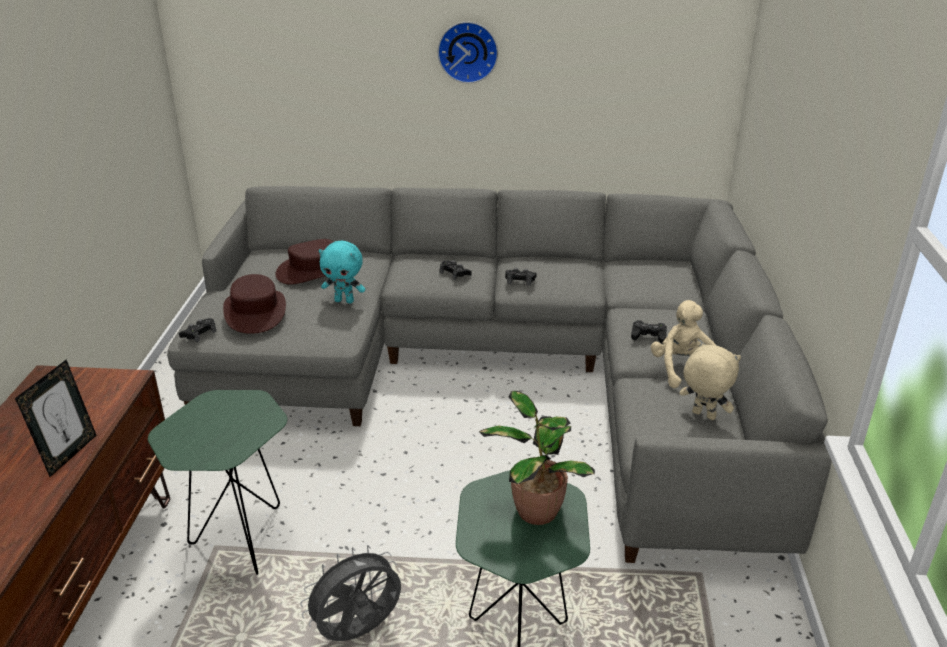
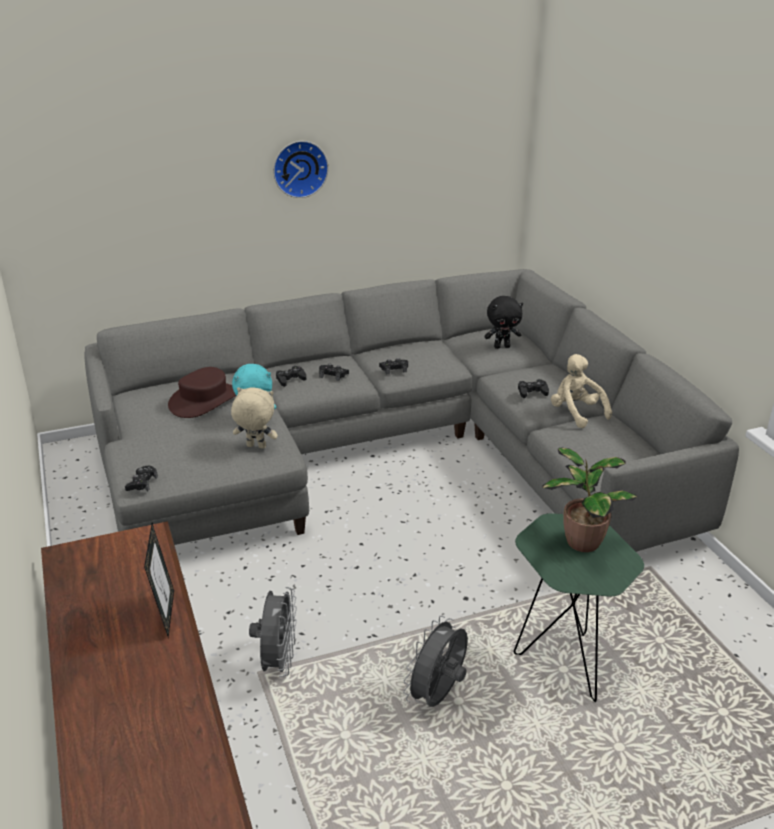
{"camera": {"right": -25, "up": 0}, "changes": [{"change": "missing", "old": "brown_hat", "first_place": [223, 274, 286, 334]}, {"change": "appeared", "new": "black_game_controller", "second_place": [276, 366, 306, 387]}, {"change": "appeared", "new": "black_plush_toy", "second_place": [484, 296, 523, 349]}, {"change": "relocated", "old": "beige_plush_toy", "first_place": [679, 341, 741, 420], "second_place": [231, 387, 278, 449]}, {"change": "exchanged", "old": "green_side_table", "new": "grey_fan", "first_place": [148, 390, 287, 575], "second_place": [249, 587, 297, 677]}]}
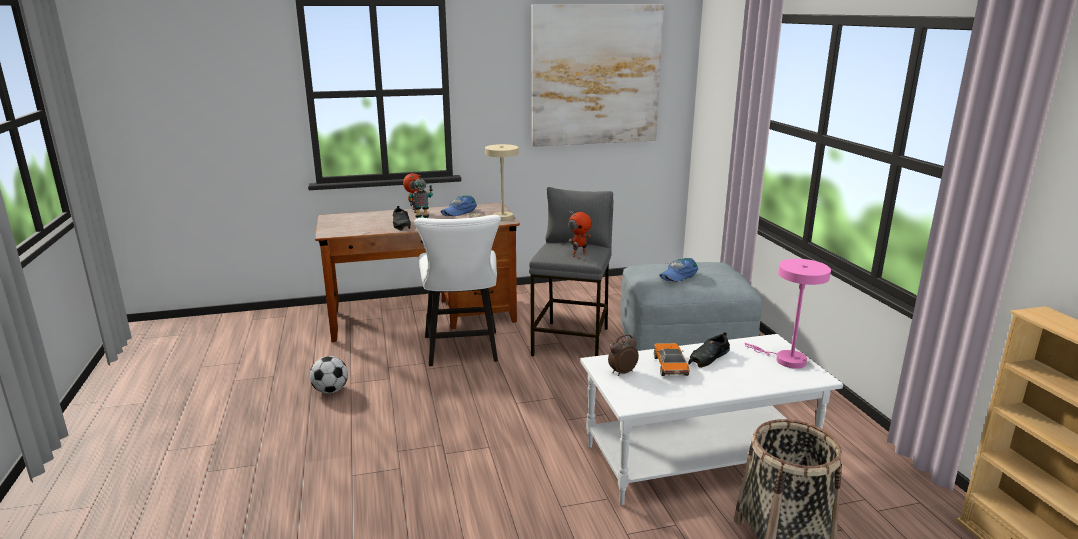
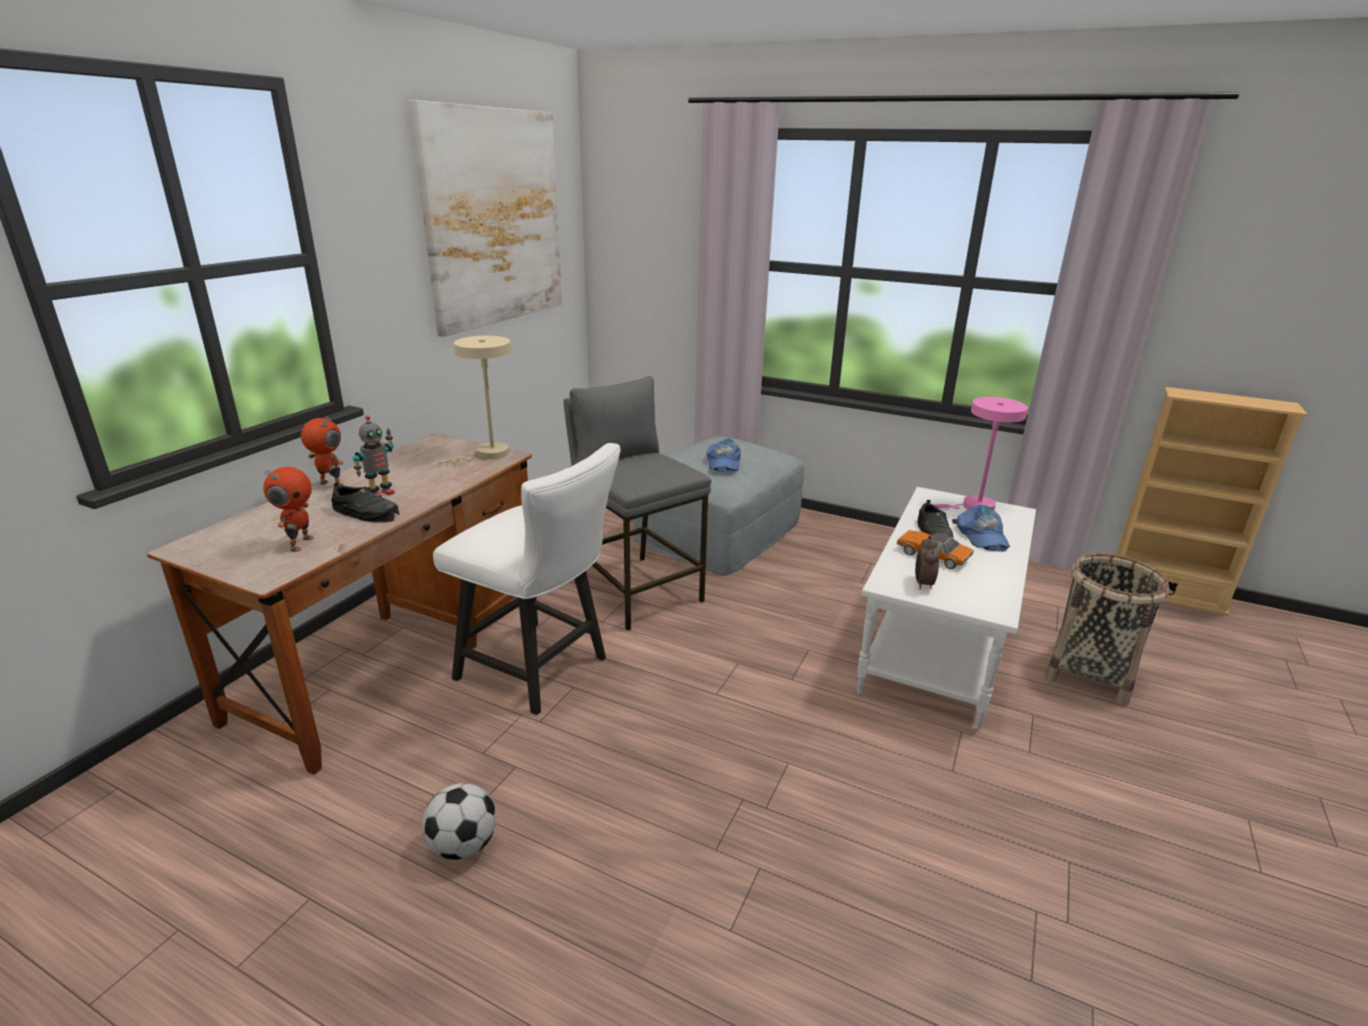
{"camera": {"right": -50, "up": 5}, "changes": [{"change": "relocated", "old": "blue_cap", "first_place": [441, 196, 477, 216], "second_place": [952, 505, 1010, 552]}, {"change": "relocated", "old": "toy_robot", "first_place": [568, 211, 592, 257], "second_place": [263, 467, 314, 552]}]}
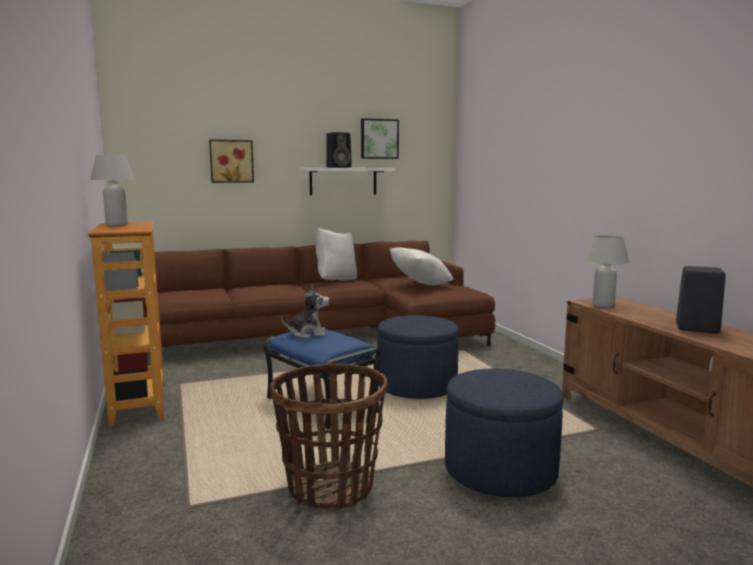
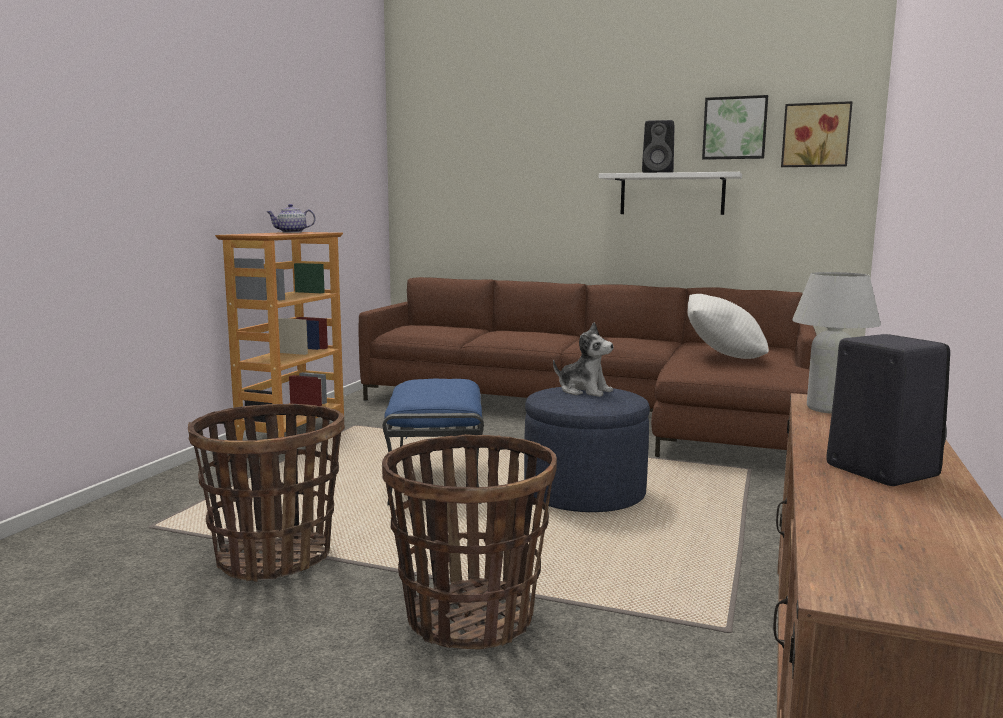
{"camera": {"right": 40, "up": 0}, "changes": [{"change": "missing", "old": "white_pillow", "first_place": [316, 228, 357, 281]}, {"change": "relocated", "old": "picture", "first_place": [209, 140, 254, 183], "second_place": [781, 101, 853, 167]}, {"change": "relocated", "old": "plush_toy", "first_place": [281, 285, 330, 338], "second_place": [553, 322, 614, 397]}, {"change": "exchanged", "old": "white_table_lamp", "new": "teapot", "first_place": [90, 155, 135, 226], "second_place": [267, 204, 316, 233]}, {"change": "exchanged", "old": "blue_ottoman", "new": "basket", "first_place": [445, 369, 564, 497], "second_place": [382, 434, 557, 649]}]}
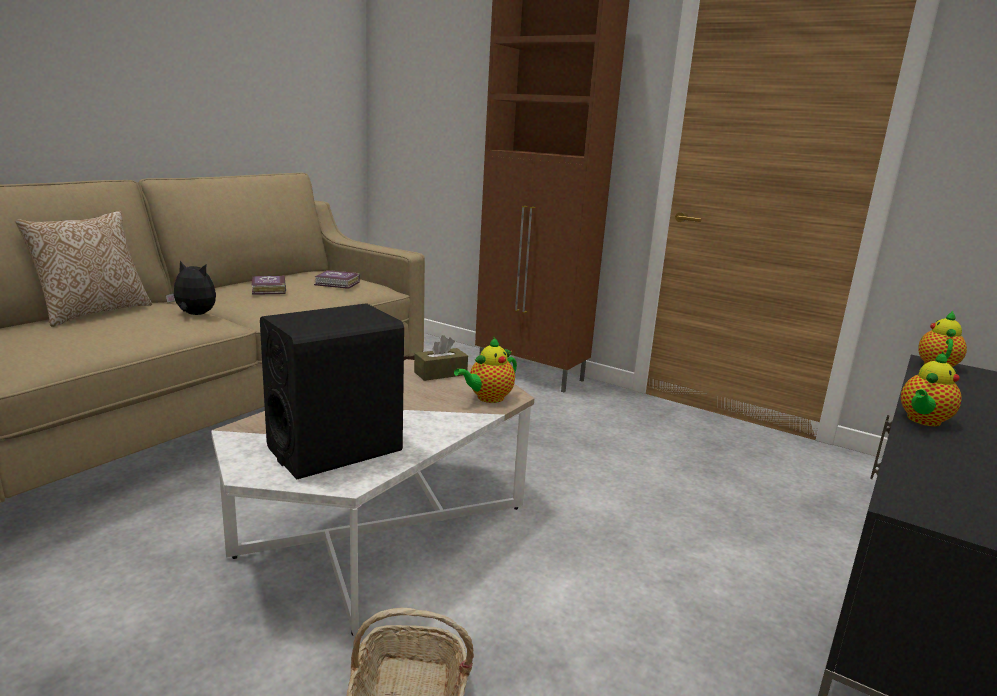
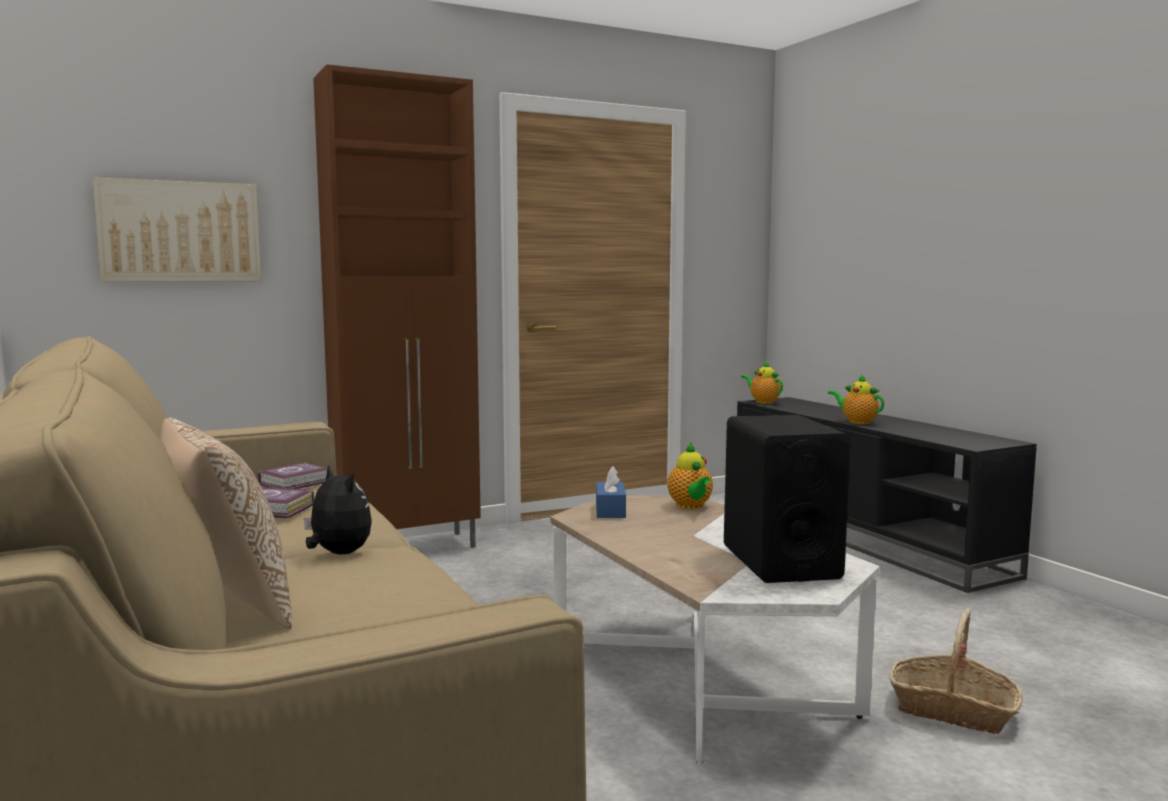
{"camera": {"right": -60, "up": -10}, "changes": [{"change": "appeared", "new": "picture", "second_place": [93, 177, 262, 282]}, {"change": "colour", "old": "brown_tissue_box", "new": "blue_tissue_box", "first_place": [414, 335, 468, 381], "second_place": [596, 467, 626, 518]}, {"change": "spun", "old": "plush_toy", "first_place": [166, 261, 216, 315], "second_place": [304, 465, 372, 554], "degrees": 90}, {"change": "spun", "old": "teapot", "first_place": [901, 352, 961, 427], "second_place": [828, 374, 884, 424], "degrees": 150}]}
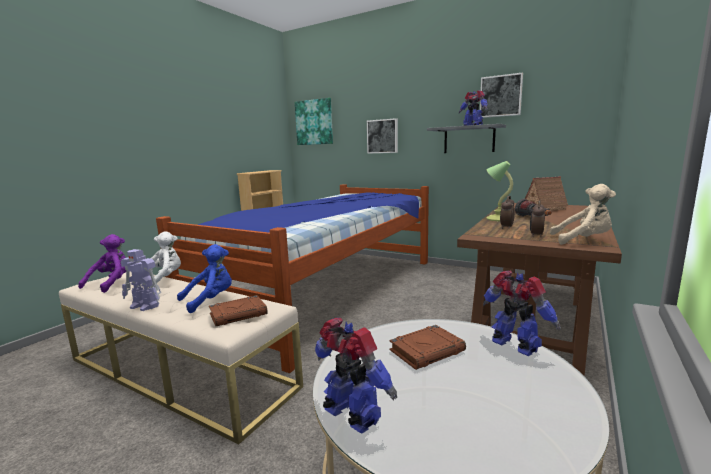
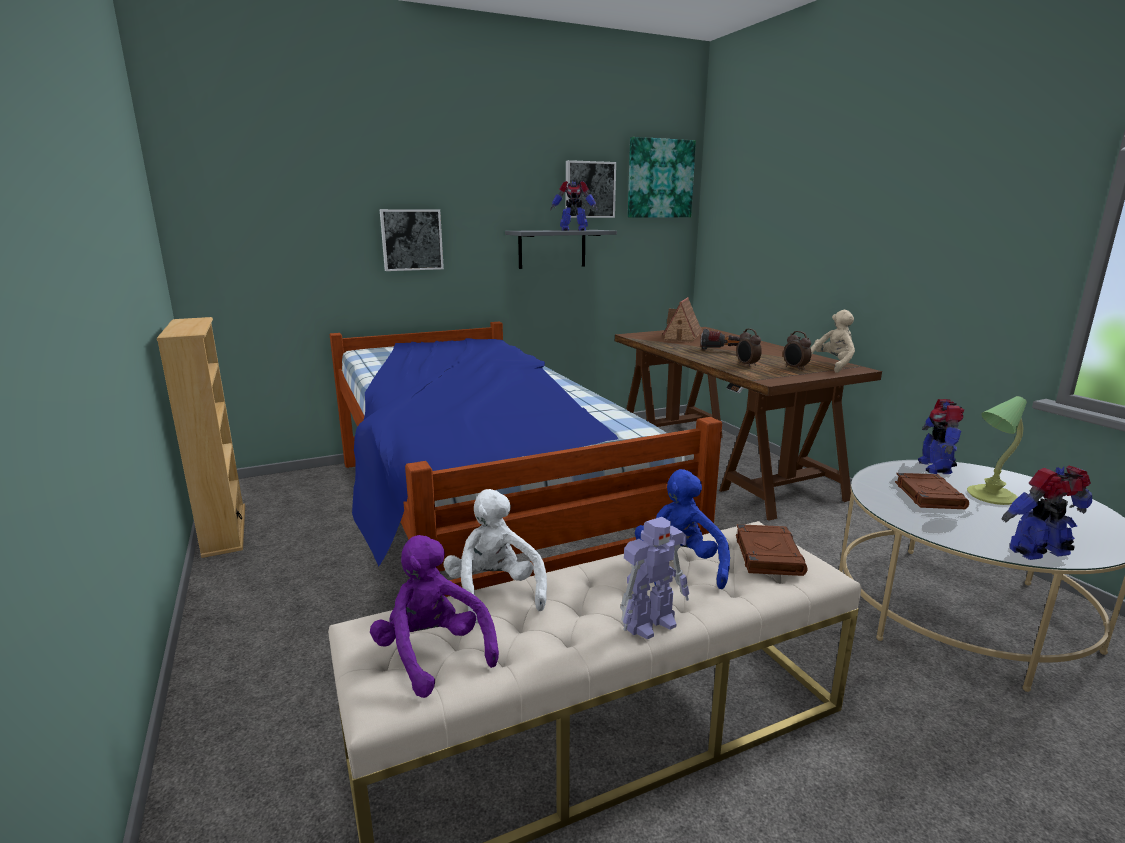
{"camera": {"right": -55, "up": 5}, "changes": [{"change": "relocated", "old": "picture", "first_place": [295, 98, 333, 145], "second_place": [628, 137, 696, 217]}, {"change": "relocated", "old": "table_lamp", "first_place": [486, 161, 513, 221], "second_place": [967, 396, 1027, 505]}, {"change": "spun", "old": "toy_robot", "first_place": [483, 271, 561, 356], "second_place": [918, 399, 964, 474], "degrees": -75}]}
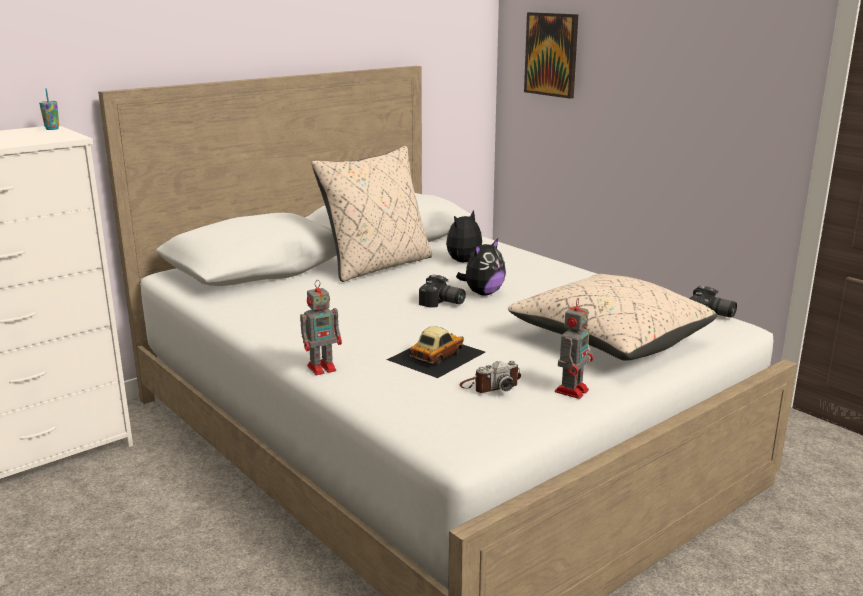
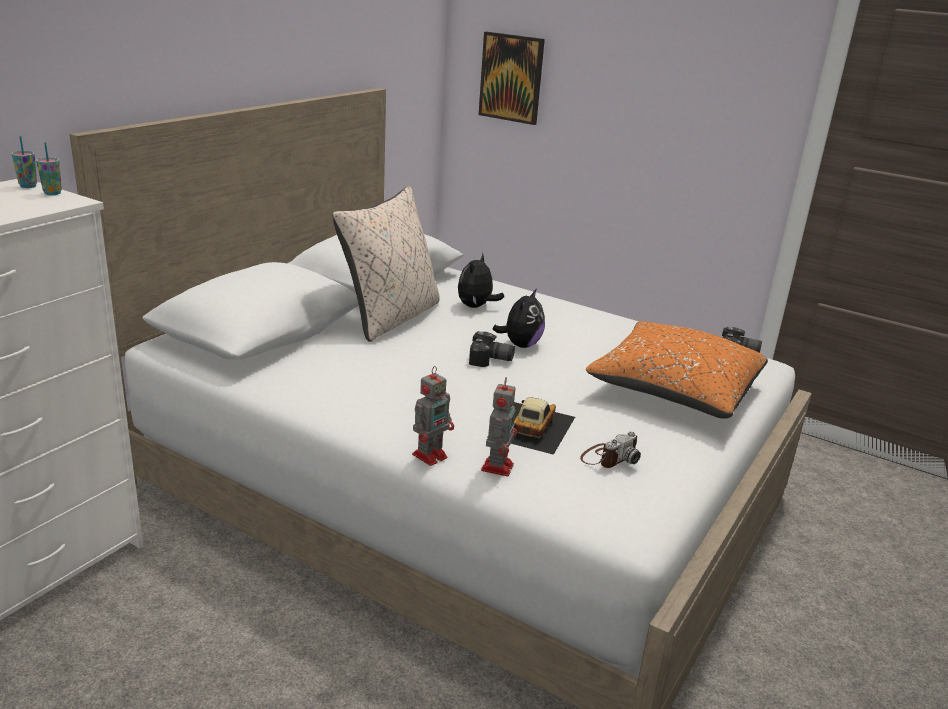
{"camera": {"right": -20, "up": 5}, "changes": [{"change": "appeared", "new": "cup", "second_place": [36, 142, 62, 195]}, {"change": "relocated", "old": "toy_robot", "first_place": [555, 298, 593, 399], "second_place": [481, 377, 517, 476]}, {"change": "colour", "old": "beige_pillow", "new": "orange_pillow", "first_place": [508, 274, 717, 360], "second_place": [586, 321, 768, 419]}]}
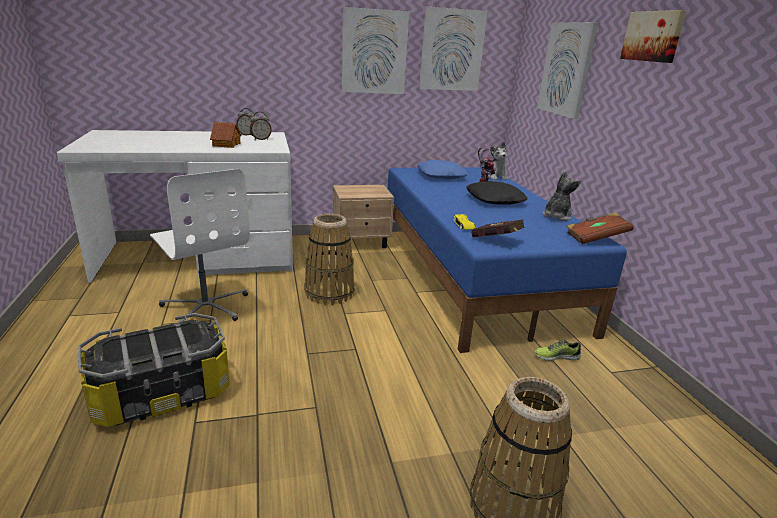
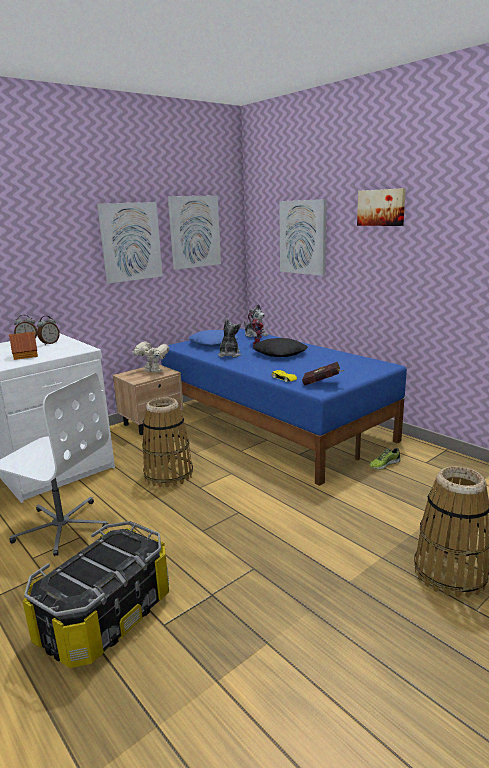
{"camera": {"right": -25, "up": -5}, "changes": [{"change": "missing", "old": "brown_book", "first_place": [566, 212, 633, 244]}, {"change": "appeared", "new": "toy_robot", "second_place": [132, 341, 169, 373]}, {"change": "relocated", "old": "plush_toy", "first_place": [542, 171, 581, 221], "second_place": [218, 319, 241, 357]}]}
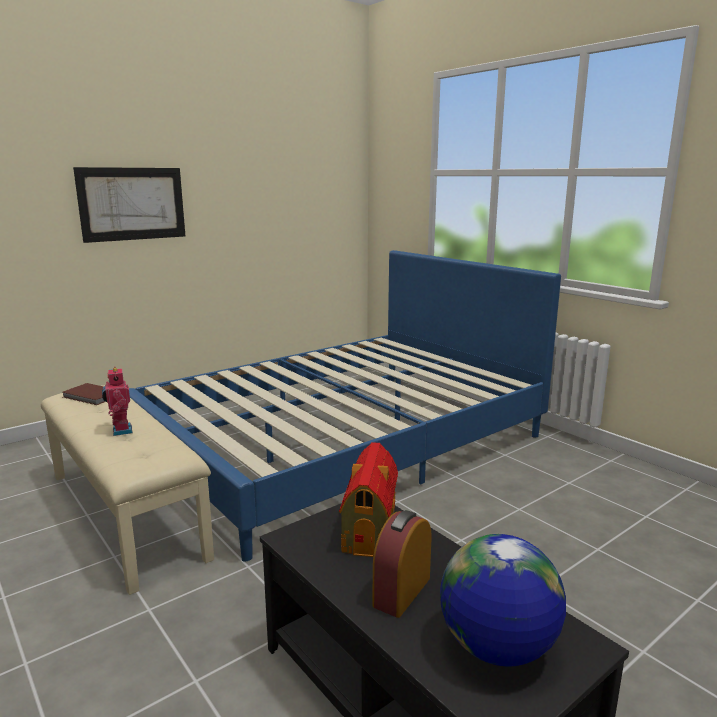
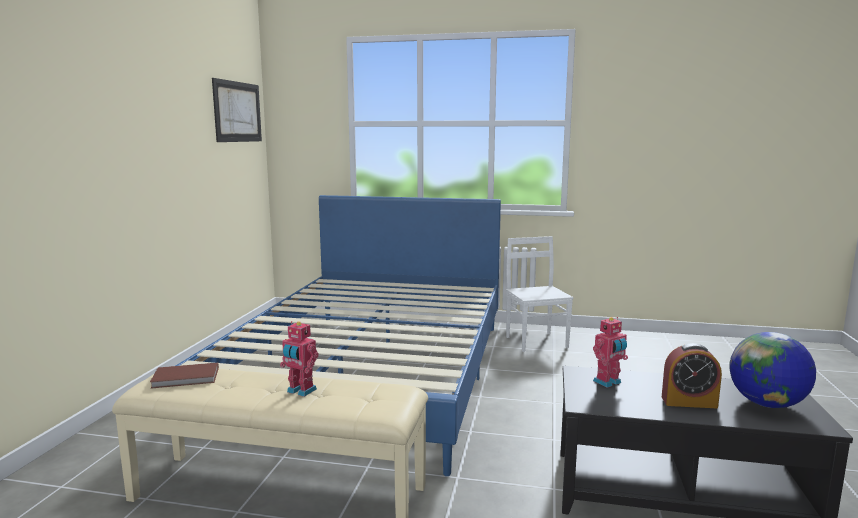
{"camera": {"right": -40, "up": -5}, "changes": [{"change": "appeared", "new": "white_chair", "second_place": [506, 236, 573, 352]}, {"change": "relocated", "old": "picture", "first_place": [73, 167, 185, 243], "second_place": [212, 78, 262, 142]}, {"change": "exchanged", "old": "toy_house", "new": "toy_robot", "first_place": [339, 442, 398, 557], "second_place": [593, 317, 628, 388]}, {"change": "spun", "old": "alarm_clock", "first_place": [372, 510, 431, 618], "second_place": [662, 343, 722, 408], "degrees": -75}]}
